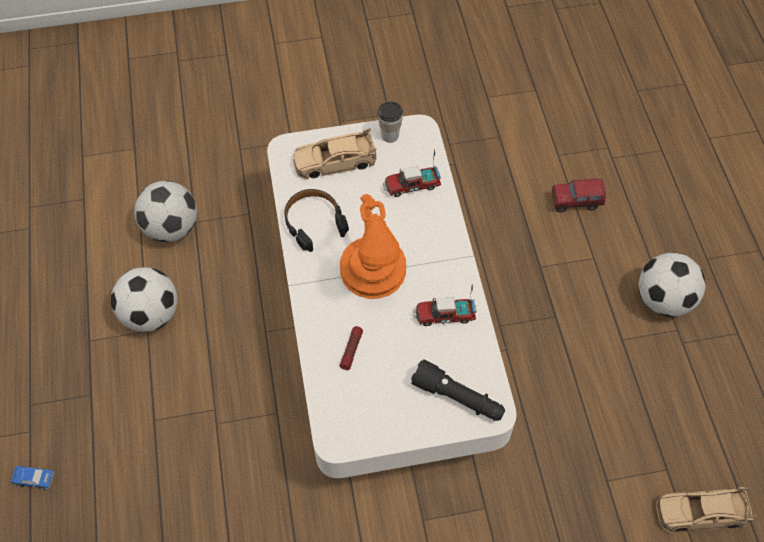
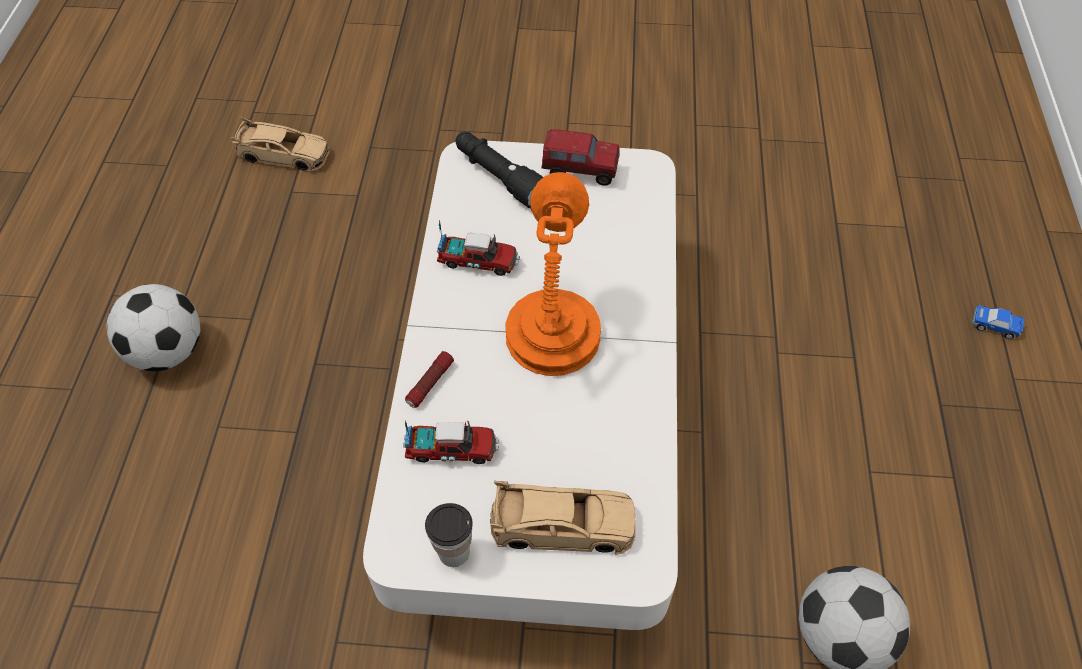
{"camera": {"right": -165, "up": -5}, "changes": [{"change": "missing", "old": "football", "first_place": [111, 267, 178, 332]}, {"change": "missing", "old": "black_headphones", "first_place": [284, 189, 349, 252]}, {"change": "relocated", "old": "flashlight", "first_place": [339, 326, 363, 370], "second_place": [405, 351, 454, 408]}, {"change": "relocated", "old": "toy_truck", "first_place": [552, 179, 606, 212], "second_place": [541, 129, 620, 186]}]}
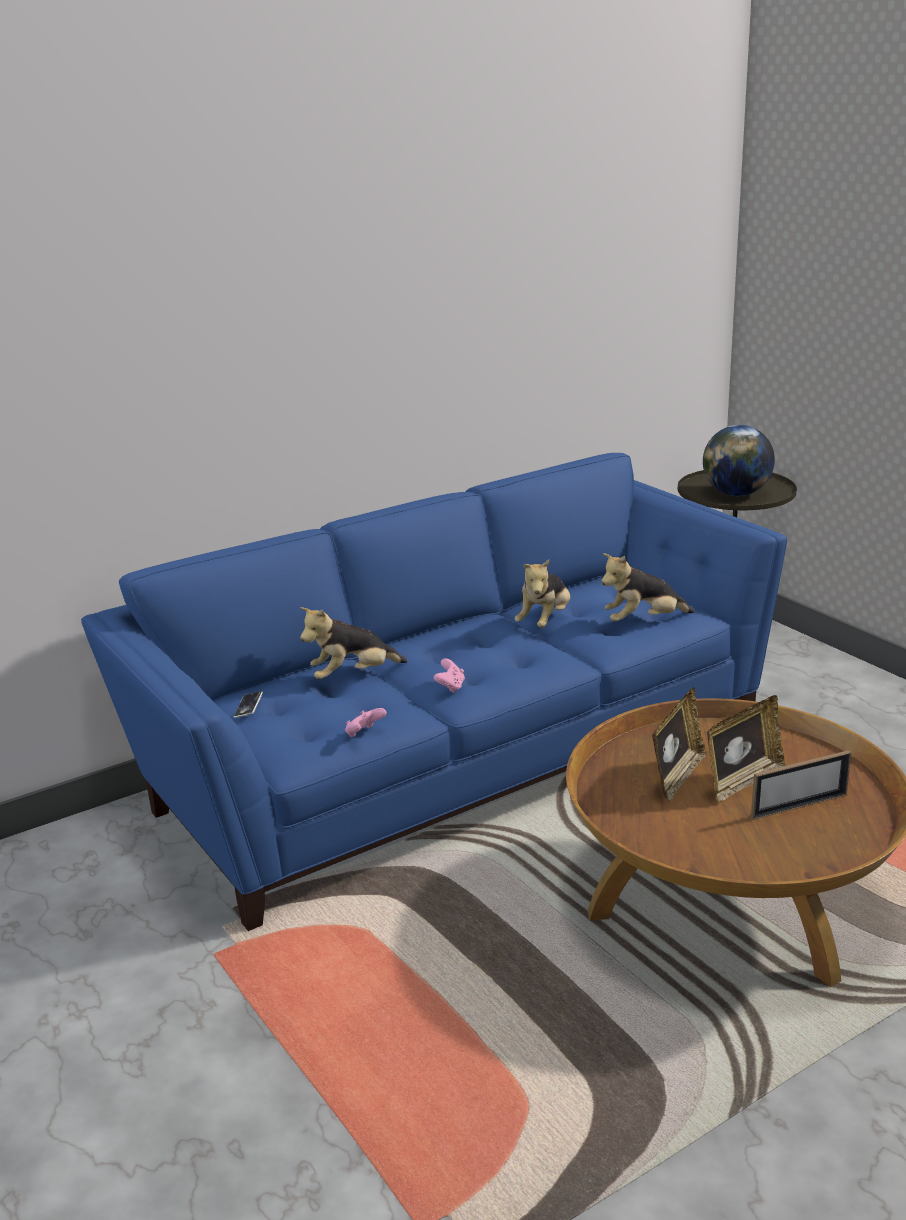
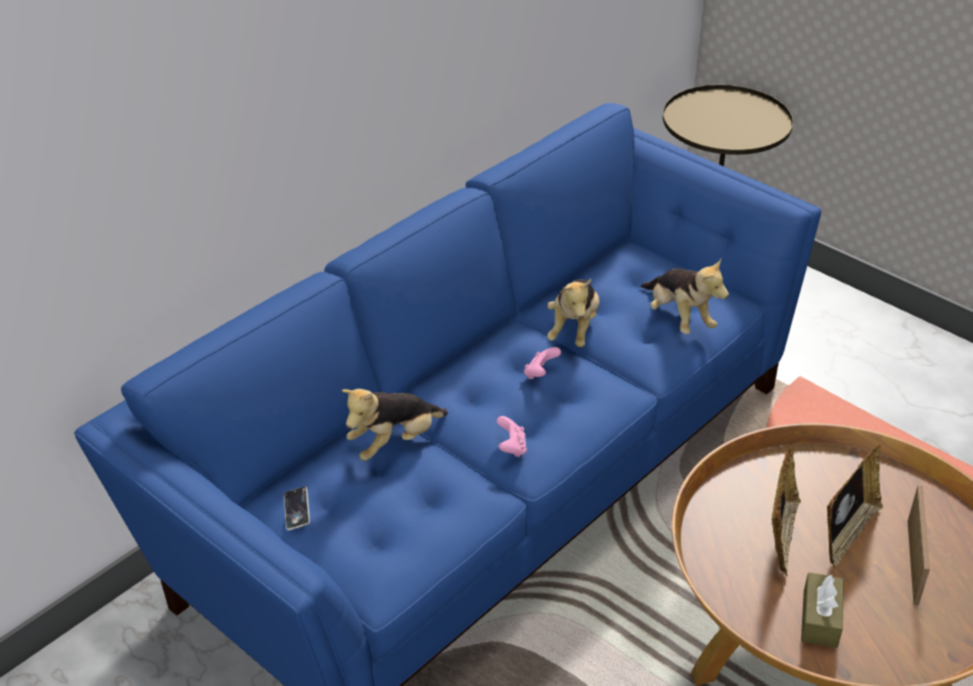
{"camera": {"right": -15, "up": 15}, "changes": [{"change": "missing", "old": "globe", "first_place": [703, 425, 775, 496]}, {"change": "appeared", "new": "brown_tissue_box", "second_place": [801, 573, 844, 648]}, {"change": "relocated", "old": "pink_game_controller", "first_place": [345, 708, 386, 737], "second_place": [524, 347, 561, 379]}, {"change": "spun", "old": "plush_toy", "first_place": [601, 553, 694, 622], "second_place": [640, 259, 729, 334], "degrees": -90}, {"change": "spun", "old": "picture_frame", "first_place": [751, 750, 851, 820], "second_place": [907, 486, 930, 605], "degrees": -45}]}
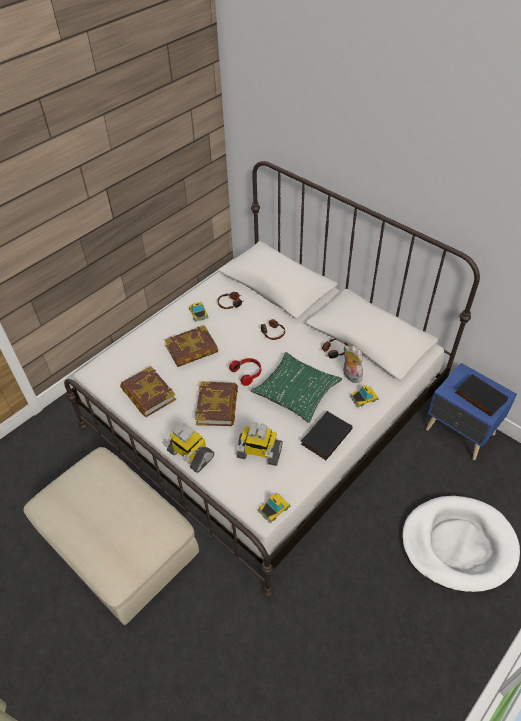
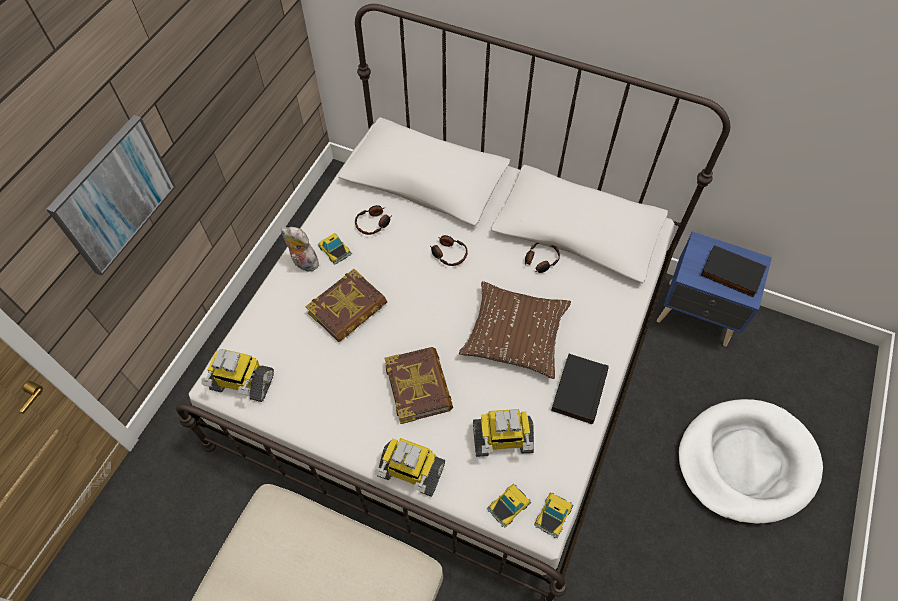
{"camera": {"right": -20, "up": 10}, "changes": [{"change": "missing", "old": "book", "first_place": [120, 366, 176, 417]}, {"change": "missing", "old": "headphones", "first_place": [229, 358, 261, 386]}, {"change": "appeared", "new": "picture", "second_place": [46, 115, 176, 276]}, {"change": "appeared", "new": "toy_robot", "second_place": [201, 349, 274, 402]}, {"change": "relocated", "old": "plush_toy", "first_place": [343, 346, 363, 383], "second_place": [281, 227, 319, 271]}, {"change": "relocated", "old": "toy_car", "first_place": [350, 385, 379, 407], "second_place": [487, 484, 532, 528]}, {"change": "colour", "old": "green_pillow", "new": "brown_pillow", "first_place": [251, 352, 342, 423], "second_place": [459, 281, 571, 379]}]}
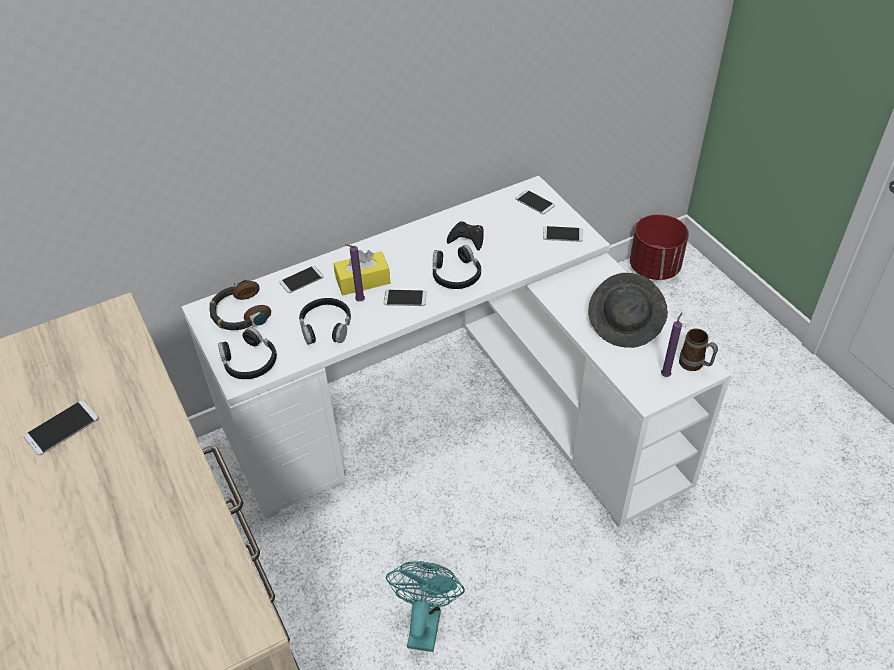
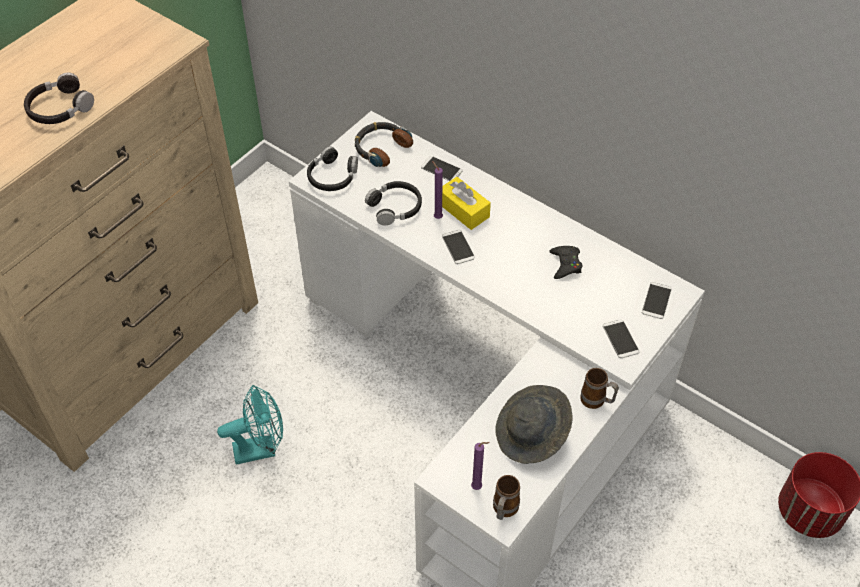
{"camera": {"right": 65, "up": 5}, "changes": [{"change": "missing", "old": "phone", "first_place": [24, 400, 98, 455]}, {"change": "appeared", "new": "mug", "second_place": [580, 368, 619, 409]}, {"change": "relocated", "old": "black_headphones", "first_place": [433, 245, 481, 289], "second_place": [24, 73, 94, 124]}]}
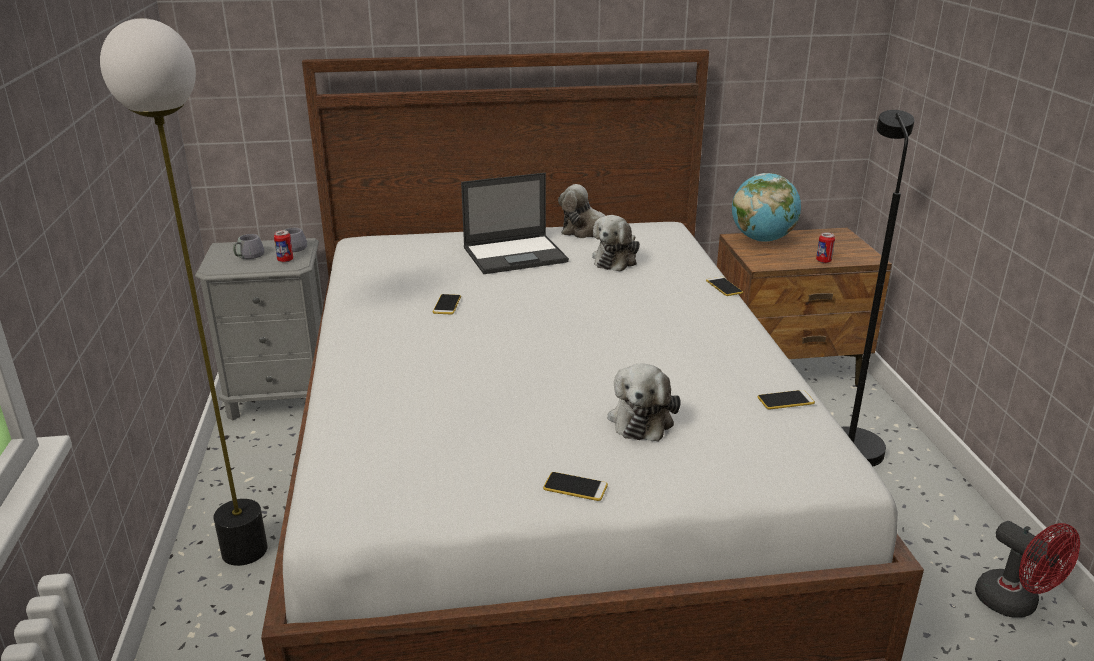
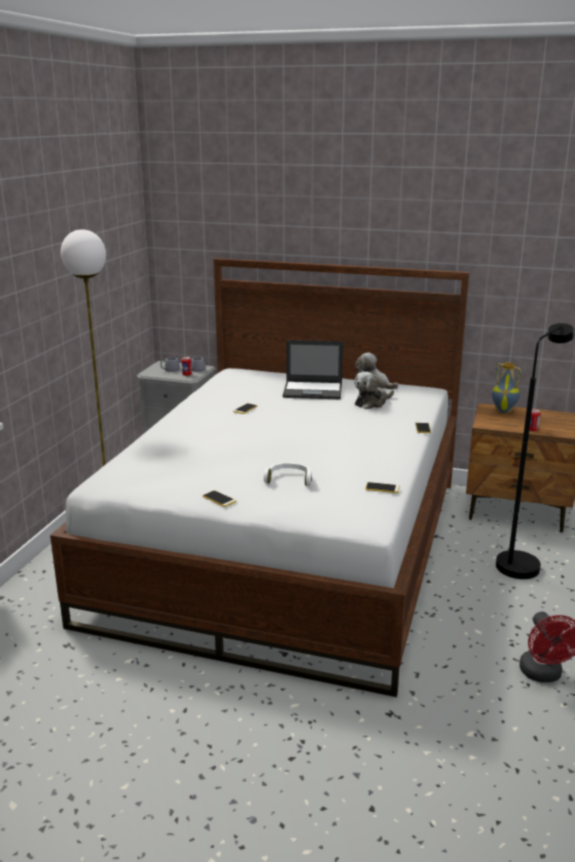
{"camera": {"right": 25, "up": -5}, "changes": [{"change": "exchanged", "old": "plush_toy", "new": "white_headphones", "first_place": [607, 363, 681, 441], "second_place": [264, 463, 312, 486]}, {"change": "exchanged", "old": "globe", "new": "vase", "first_place": [732, 173, 801, 242], "second_place": [492, 363, 521, 413]}]}
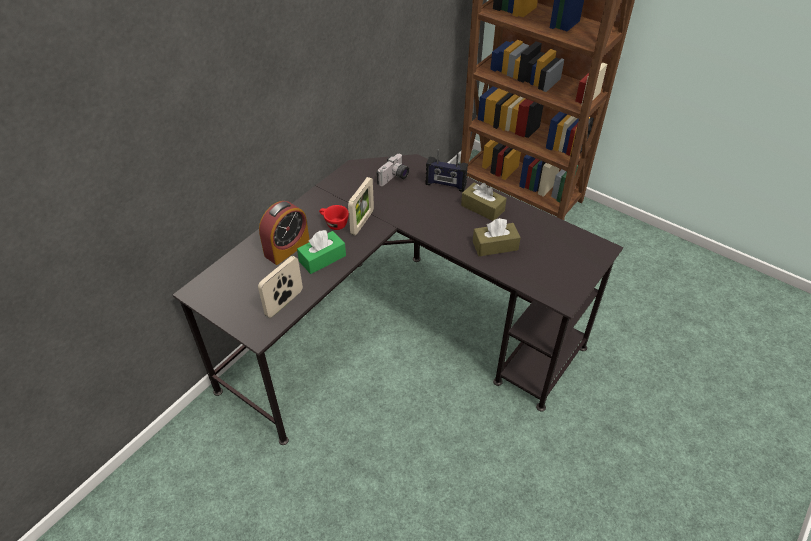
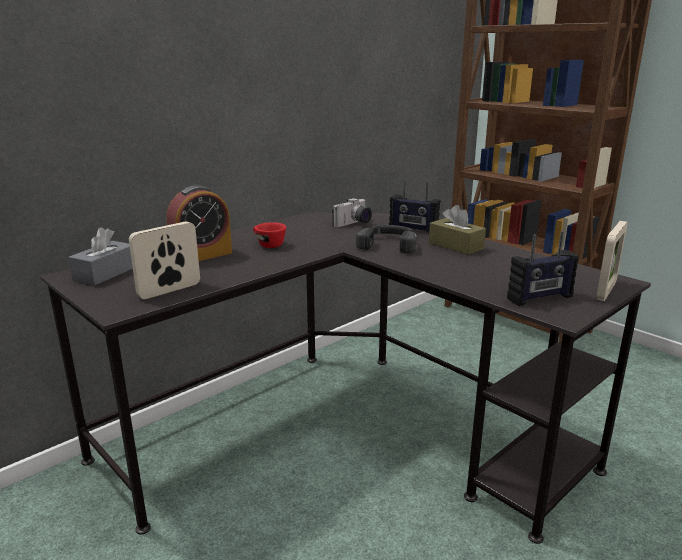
{"camera": {"right": 10, "up": -25}, "changes": [{"change": "missing", "old": "green_tissue_box", "first_place": [297, 230, 346, 274]}, {"change": "missing", "old": "brown_tissue_box", "first_place": [473, 218, 521, 256]}, {"change": "appeared", "new": "grey_tissue_box", "second_place": [68, 227, 133, 285]}, {"change": "appeared", "new": "black_headphones", "second_place": [356, 225, 417, 253]}, {"change": "appeared", "new": "radio", "second_place": [507, 231, 579, 306]}, {"change": "relocated", "old": "picture_frame", "first_place": [348, 177, 374, 236], "second_place": [596, 221, 628, 301]}]}
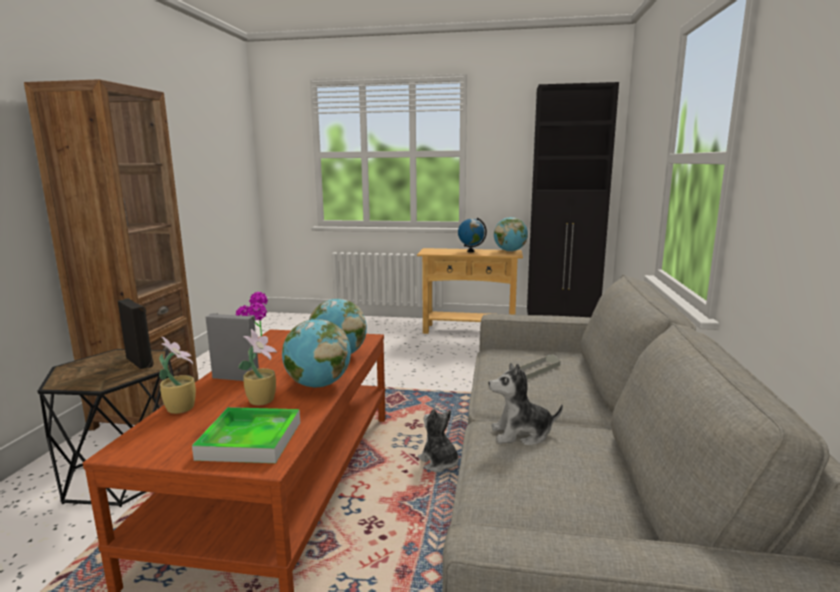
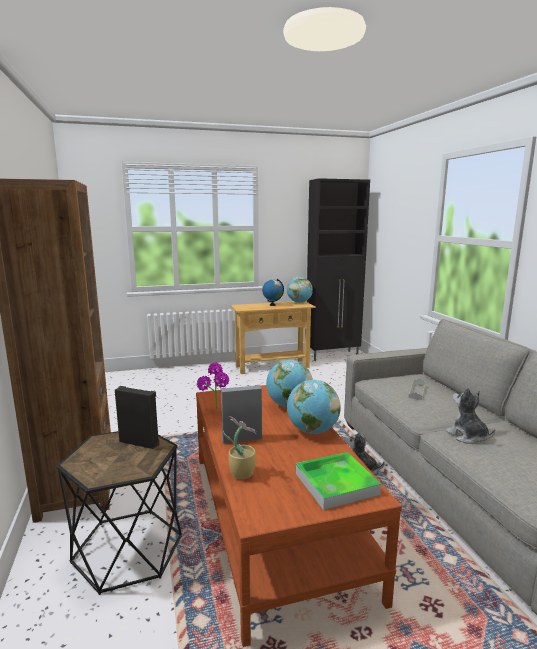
{"camera": {"right": -25, "up": 0}, "changes": [{"change": "missing", "old": "potted_plant", "first_place": [238, 329, 277, 405]}, {"change": "spun", "old": "plush_toy", "first_place": [488, 363, 563, 445], "second_place": [446, 387, 495, 444], "degrees": 90}]}
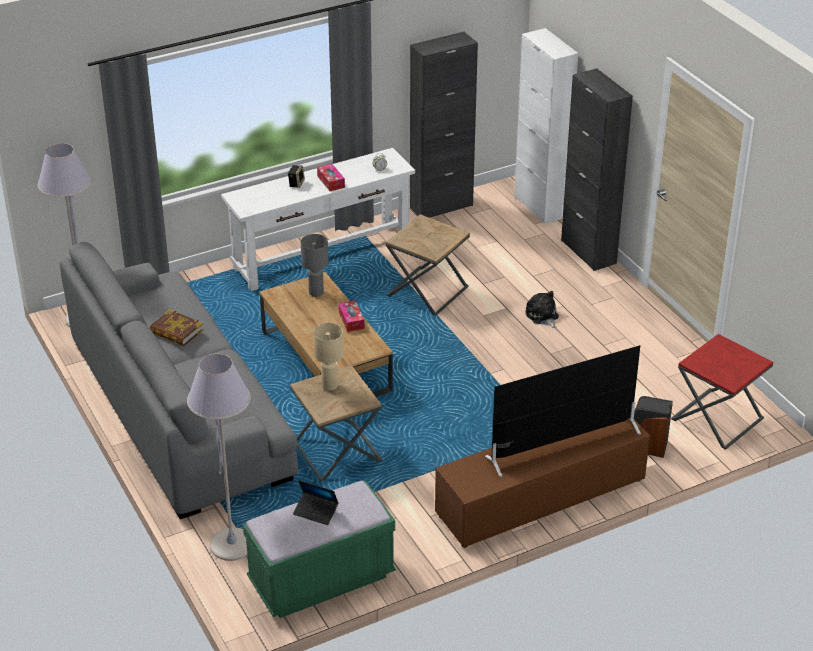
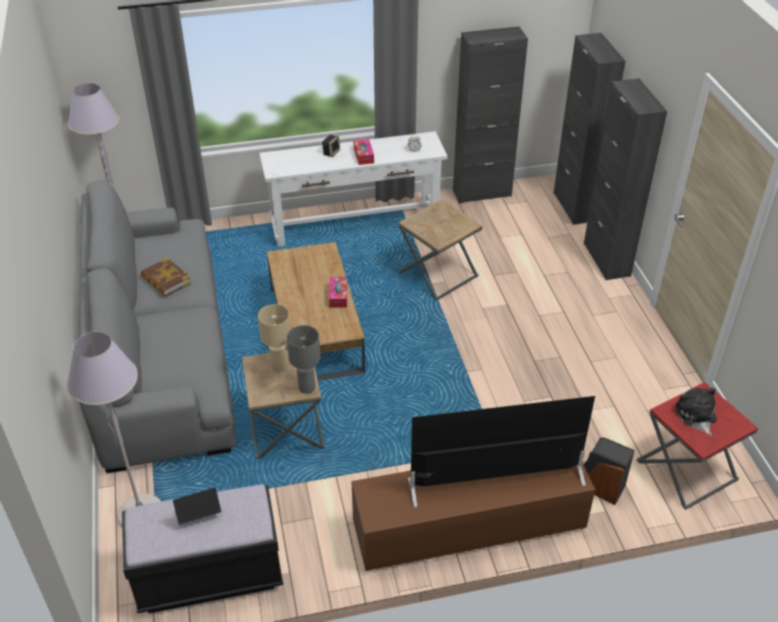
{"camera": {"right": 15, "up": 5}, "changes": [{"change": "relocated", "old": "grey_table_lamp", "first_place": [301, 234, 329, 297], "second_place": [287, 325, 320, 394]}, {"change": "relocated", "old": "plush_toy", "first_place": [525, 291, 559, 328], "second_place": [675, 388, 717, 436]}, {"change": "colour", "old": "green_bench", "new": "black_bench", "first_place": [243, 481, 396, 618], "second_place": [122, 484, 283, 613]}, {"change": "colour", "old": "white_cabinet", "new": "black_cabinet", "first_place": [514, 28, 578, 224], "second_place": [554, 33, 625, 225]}, {"change": "spun", "old": "laptop", "first_place": [293, 480, 339, 525], "second_place": [173, 487, 221, 525], "degrees": 120}]}
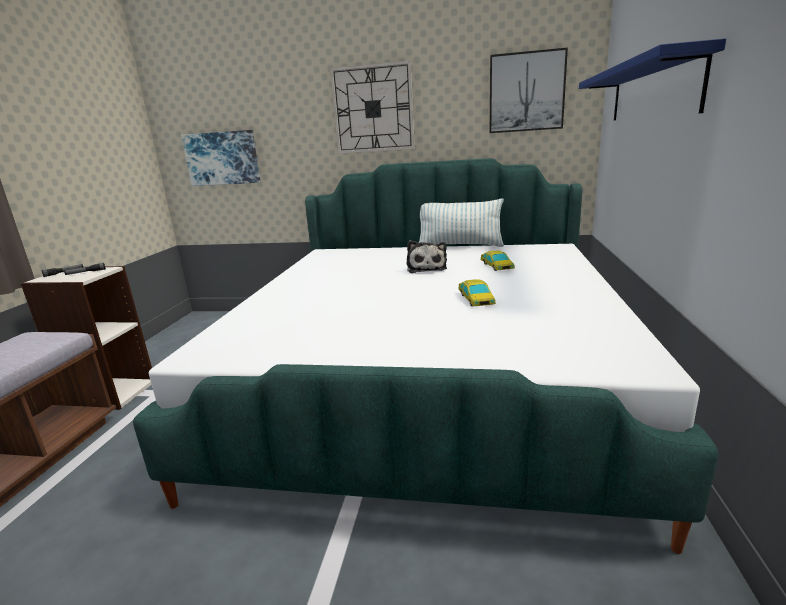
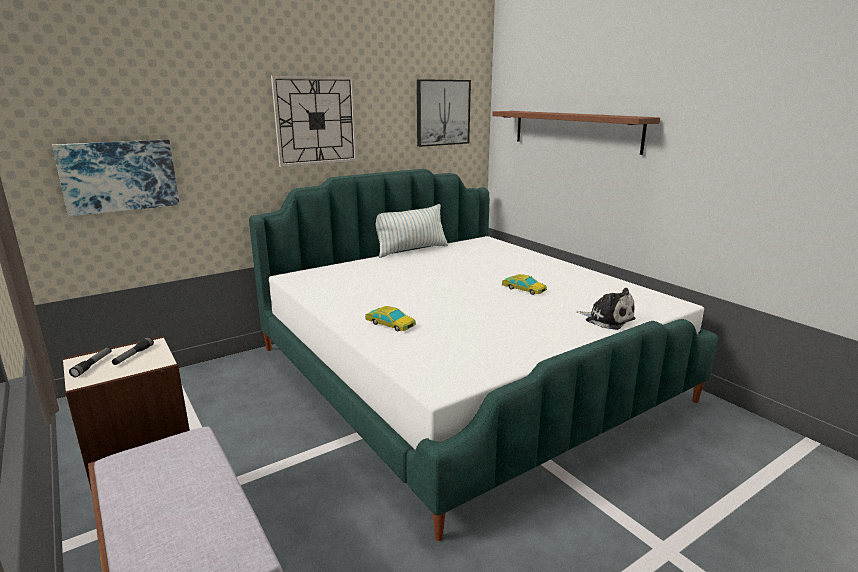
{"camera": {"right": -45, "up": 0}, "changes": [{"change": "relocated", "old": "plush_toy", "first_place": [407, 240, 447, 273], "second_place": [576, 288, 635, 330]}, {"change": "relocated", "old": "toy_car", "first_place": [481, 251, 515, 271], "second_place": [365, 306, 416, 332]}, {"change": "colour", "old": "blue_shelf", "new": "brown_shelf", "first_place": [579, 38, 726, 120], "second_place": [492, 111, 660, 155]}]}
